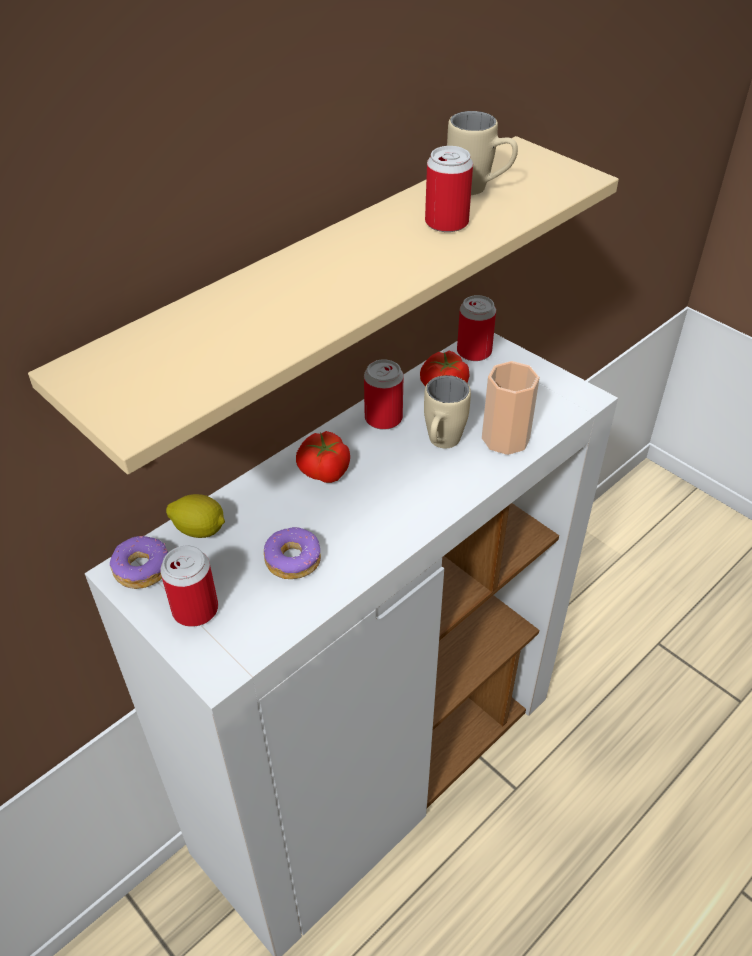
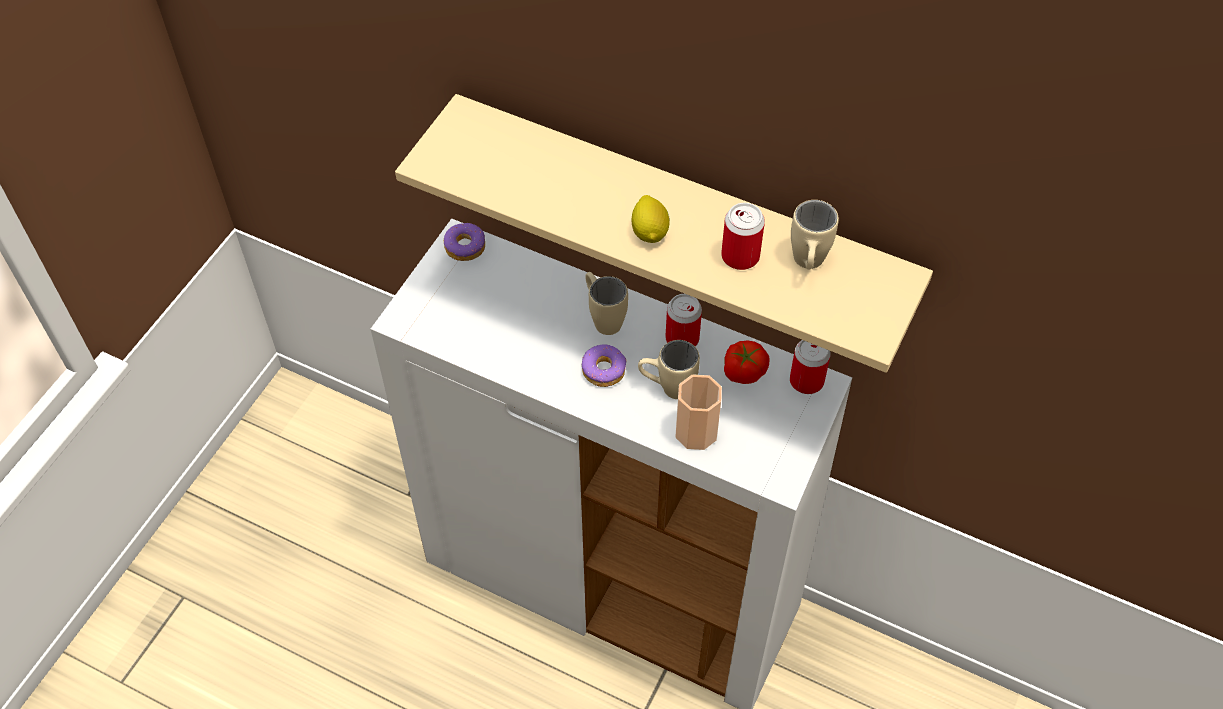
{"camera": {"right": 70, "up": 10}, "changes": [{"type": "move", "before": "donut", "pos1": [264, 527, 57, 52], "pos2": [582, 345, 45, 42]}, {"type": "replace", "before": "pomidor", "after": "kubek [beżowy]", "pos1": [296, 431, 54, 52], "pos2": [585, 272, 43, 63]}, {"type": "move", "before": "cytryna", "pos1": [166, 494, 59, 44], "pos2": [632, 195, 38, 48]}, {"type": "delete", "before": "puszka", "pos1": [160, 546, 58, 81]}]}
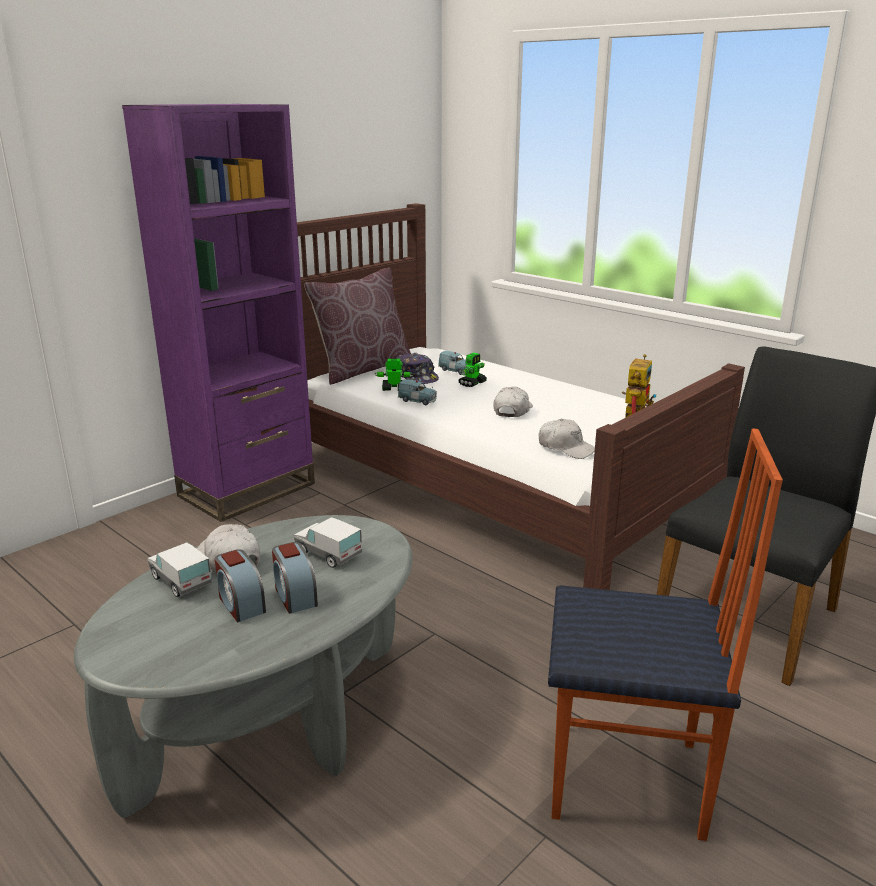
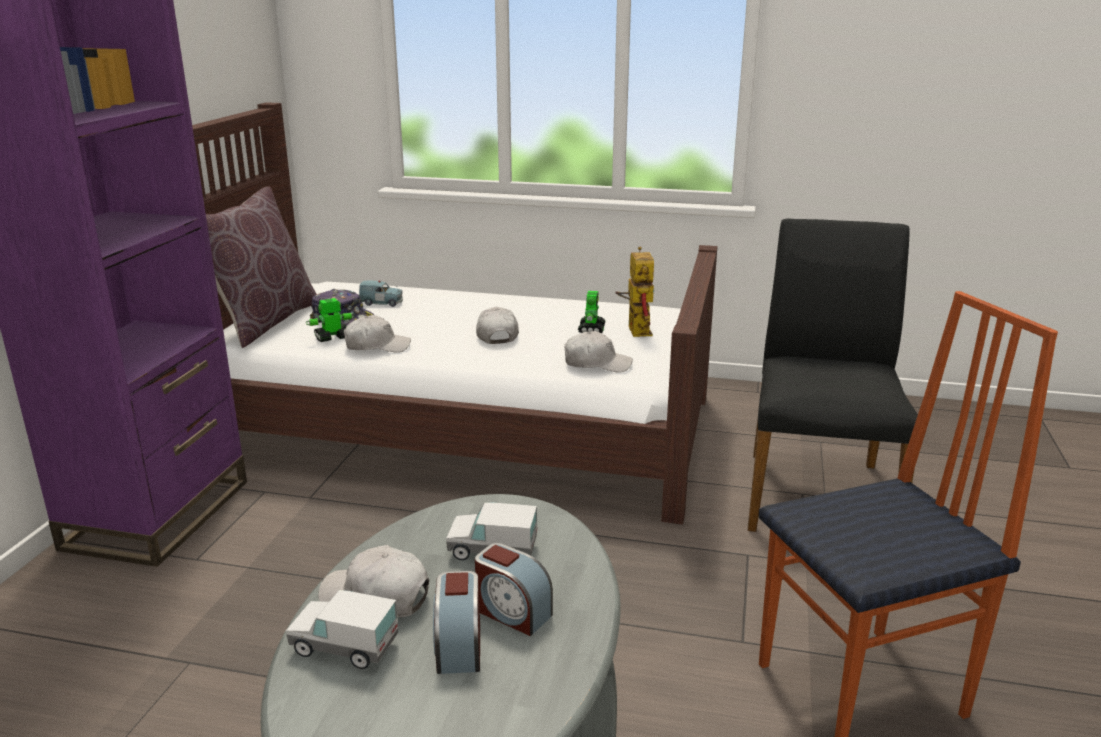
{"camera": {"right": -30, "up": 0}, "changes": [{"type": "replace", "before": "samochodzik [niebieski]", "after": "czapka z daszkiem [biały]", "pos1": [398, 379, 39, 27], "pos2": [344, 315, 67, 38]}, {"type": "rotate", "before": "budzik", "pos1": [215, 549, 51, 73], "pos2": [433, 571, 47, 103], "turn": 60}, {"type": "move", "before": "robot zabawkowy", "pos1": [458, 352, 29, 35], "pos2": [578, 291, 27, 42]}]}
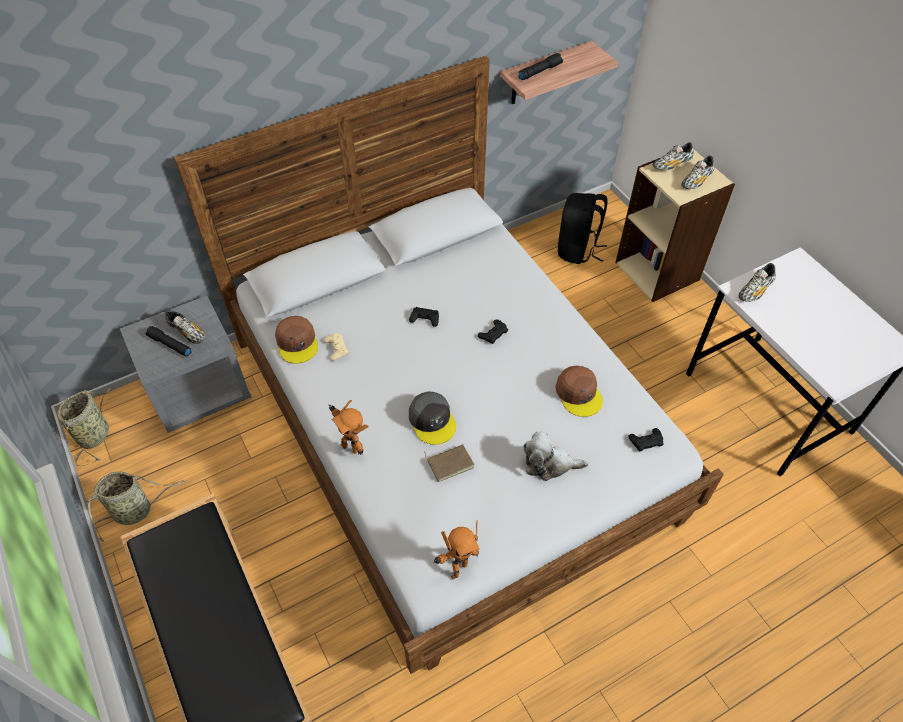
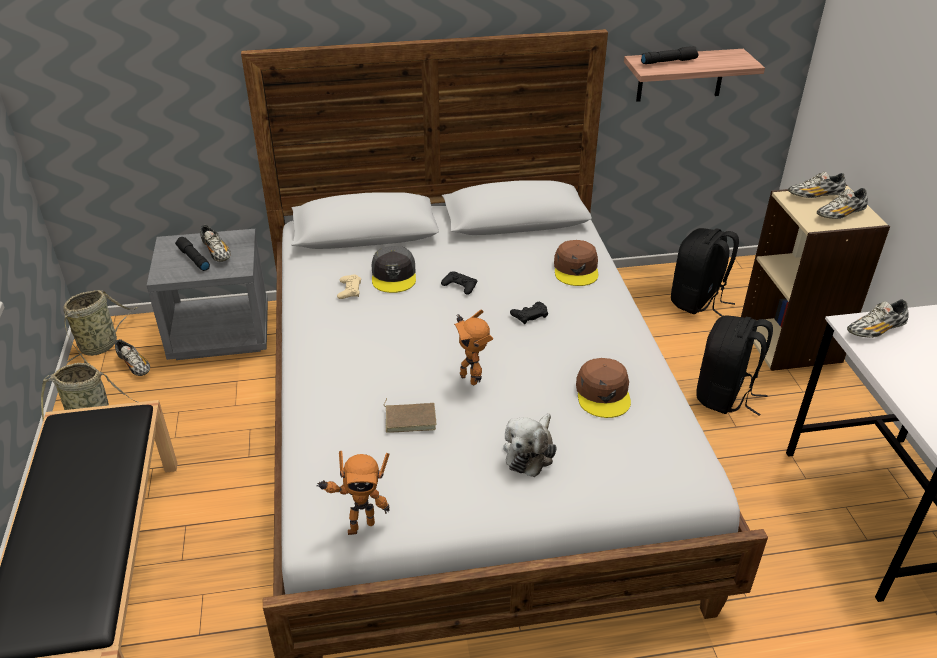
{"camera": {"right": 20, "up": -15}, "changes": [{"type": "insert", "after": "but", "pos2": [115, 339, 35, 37]}, {"type": "move", "before": "czapka z daszkiem [szary]", "pos1": [409, 391, 47, 54], "pos2": [372, 246, 44, 47]}, {"type": "move", "before": "robot zabawkowy", "pos1": [328, 400, 41, 55], "pos2": [454, 309, 39, 76]}, {"type": "rotate", "before": "pluszak", "pos1": [523, 432, 66, 49], "pos2": [503, 413, 54, 64], "turn": -90}, {"type": "move", "before": "czapka z daszkiem [brązowy]", "pos1": [275, 316, 43, 48], "pos2": [554, 240, 44, 46]}, {"type": "insert", "after": "plecak [czarny]", "pos2": [697, 315, 76, 100]}, {"type": "delete", "before": "pad do gier [czarny]", "pos1": [628, 428, 36, 24]}]}
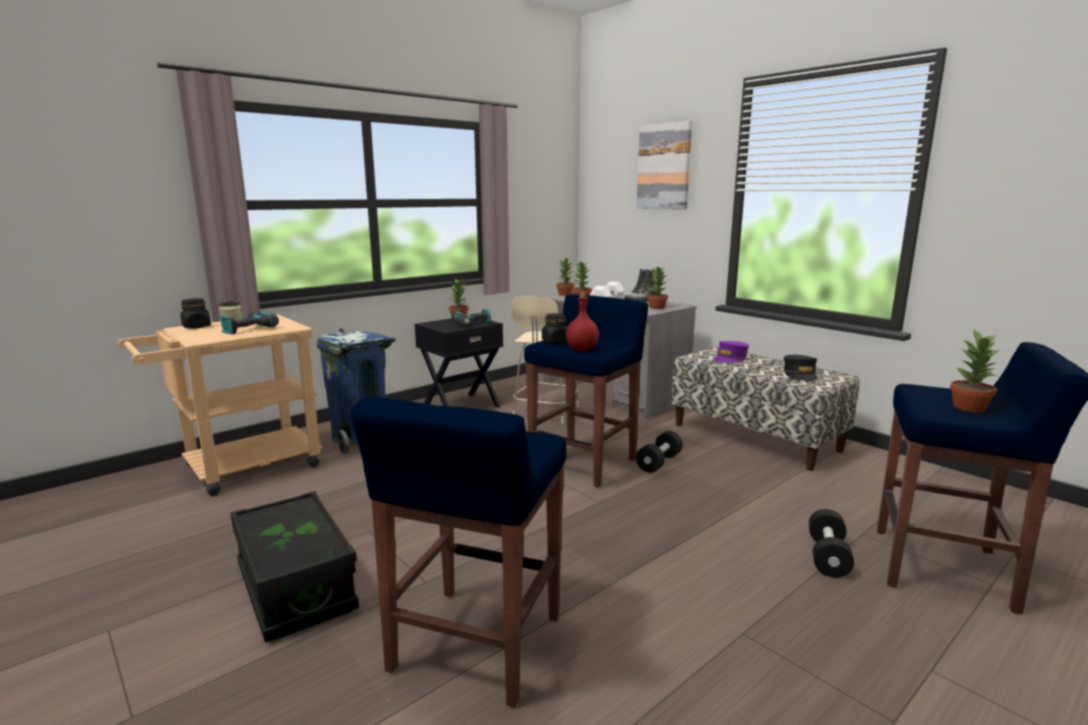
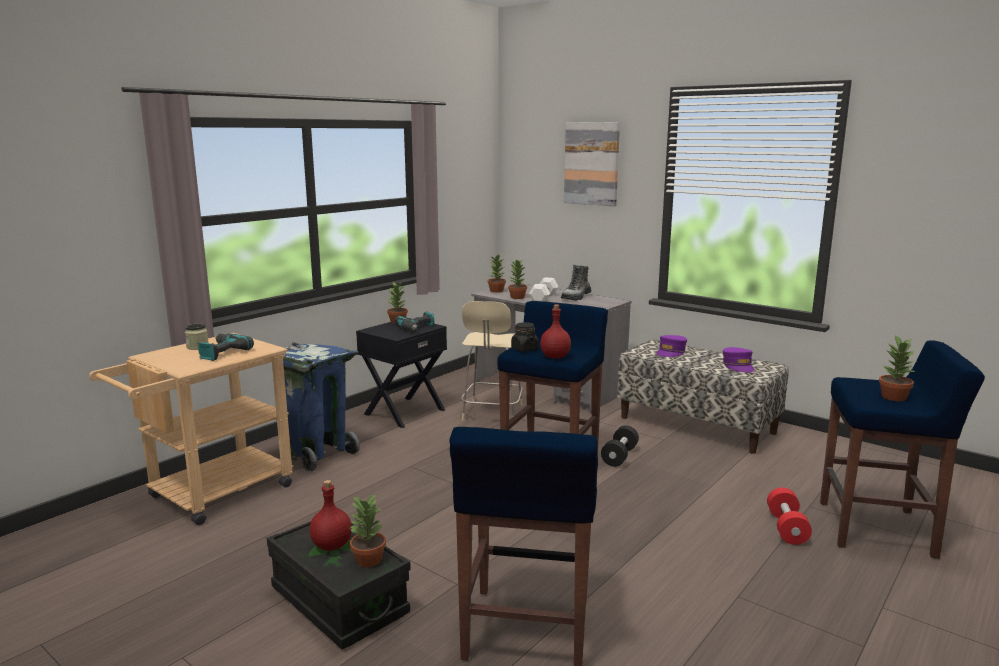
{"camera": {"right": -10, "up": 0}, "changes": [{"type": "insert", "after": "butelka [czerwony]", "pos2": [309, 480, 43, 71]}, {"type": "move", "before": "roślina doniczkowa", "pos1": [647, 266, 21, 43], "pos2": [350, 494, 36, 73]}, {"type": "recolor", "before": "czapka z daszkiem [czarny]", "after": "czapka z daszkiem [fioletowy]", "pos1": [784, 355, 34, 26], "pos2": [723, 347, 31, 25]}, {"type": "recolor", "before": "hantel [czarny]", "after": "hantel [czerwony]", "pos1": [809, 509, 45, 69], "pos2": [767, 488, 45, 57]}, {"type": "delete", "before": "słoik [czarny]", "pos1": [181, 298, 30, 31]}]}
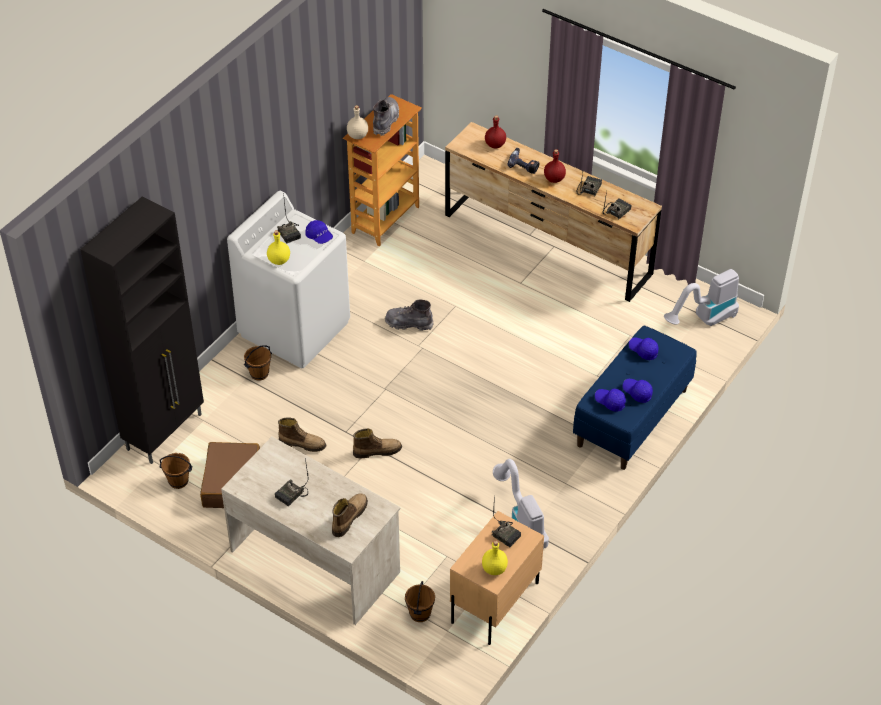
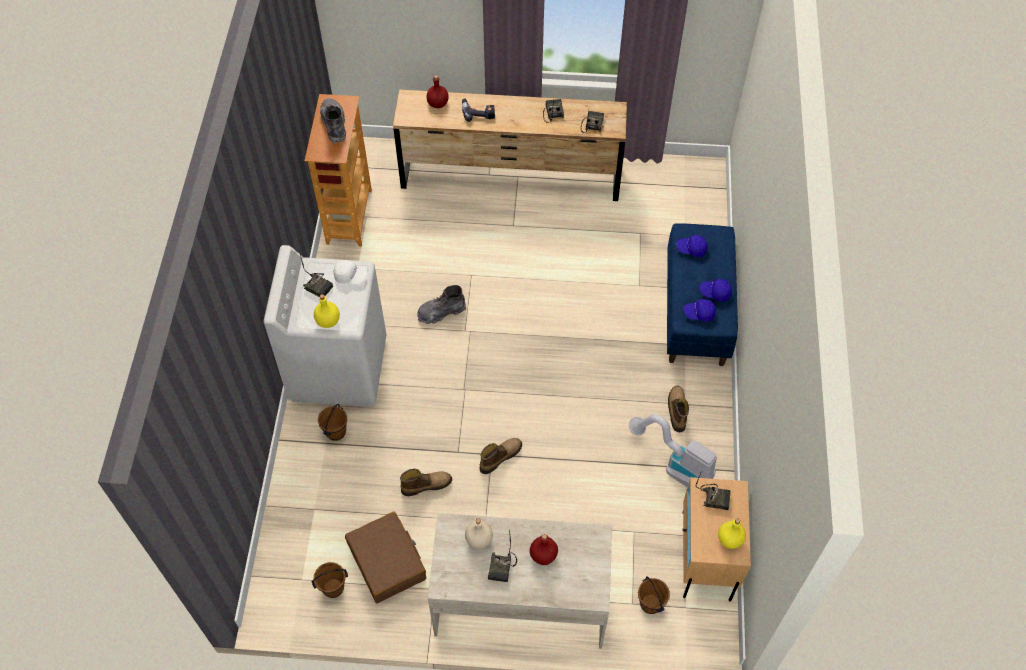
{"camera": {"right": -30, "up": 10}, "changes": [{"type": "recolor", "before": "czapka z daszkiem [niebieski]", "after": "czapka z daszkiem [biały]", "pos1": [305, 220, 28, 24], "pos2": [334, 260, 33, 25]}, {"type": "move", "before": "butelka [beżowy]", "pos1": [347, 105, 21, 34], "pos2": [465, 518, 28, 31]}, {"type": "move", "before": "butelka [czerwony]", "pos1": [544, 149, 22, 34], "pos2": [530, 534, 28, 31]}, {"type": "move", "before": "but z cholewką", "pos1": [332, 493, 36, 44], "pos2": [668, 386, 21, 47]}, {"type": "delete", "before": "szafka [czarny]", "pos1": [80, 196, 124, 268]}, {"type": "delete", "before": "odkurzacz", "pos1": [664, 269, 75, 57]}]}
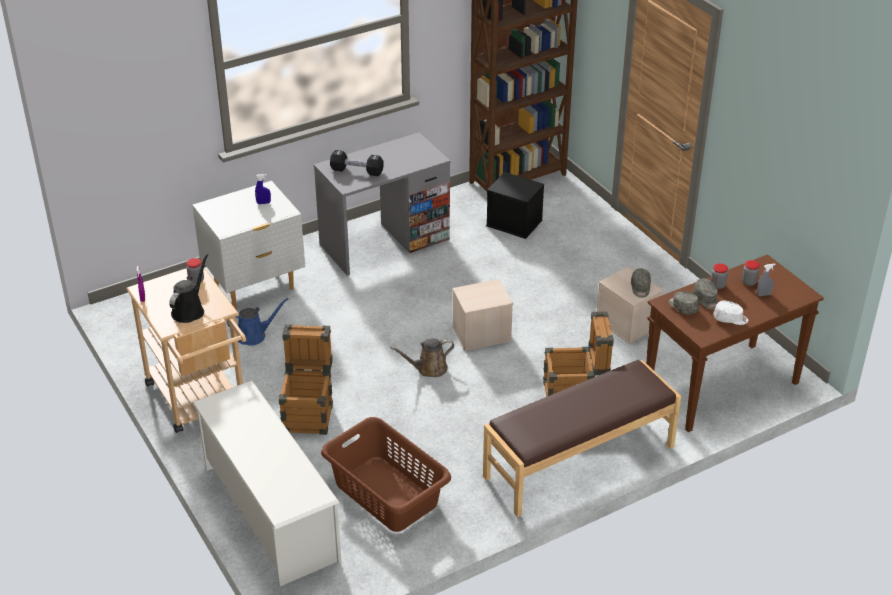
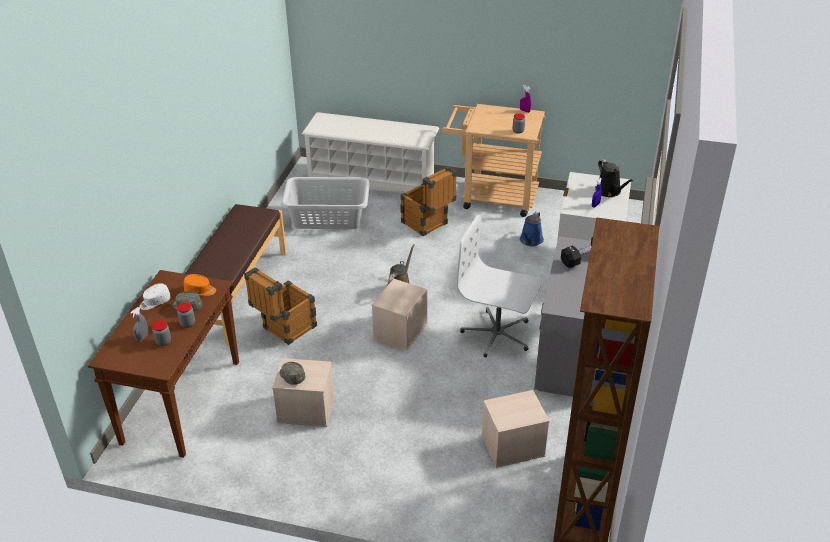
{"camera": {"right": 135, "up": 0}, "changes": [{"type": "recolor", "before": "czapka z daszkiem [szary]", "after": "czapka z daszkiem [pomarańczowy]", "pos1": [669, 291, 30, 23], "pos2": [184, 274, 32, 22]}, {"type": "recolor", "before": "kosz na pranie [brązowy]", "after": "kosz na pranie [szary]", "pos1": [321, 417, 130, 115], "pos2": [281, 177, 89, 52]}, {"type": "insert", "after": "krzesło biurowe [biały]", "pos2": [457, 214, 85, 143]}, {"type": "recolor", "before": "pojemnik do przechowywania [czarny]", "after": "pojemnik do przechowywania [beżowy]", "pos1": [486, 172, 58, 67], "pos2": [482, 390, 68, 78]}, {"type": "move", "before": "konewka [czarny]", "pos1": [169, 254, 39, 69], "pos2": [595, 159, 38, 38]}]}
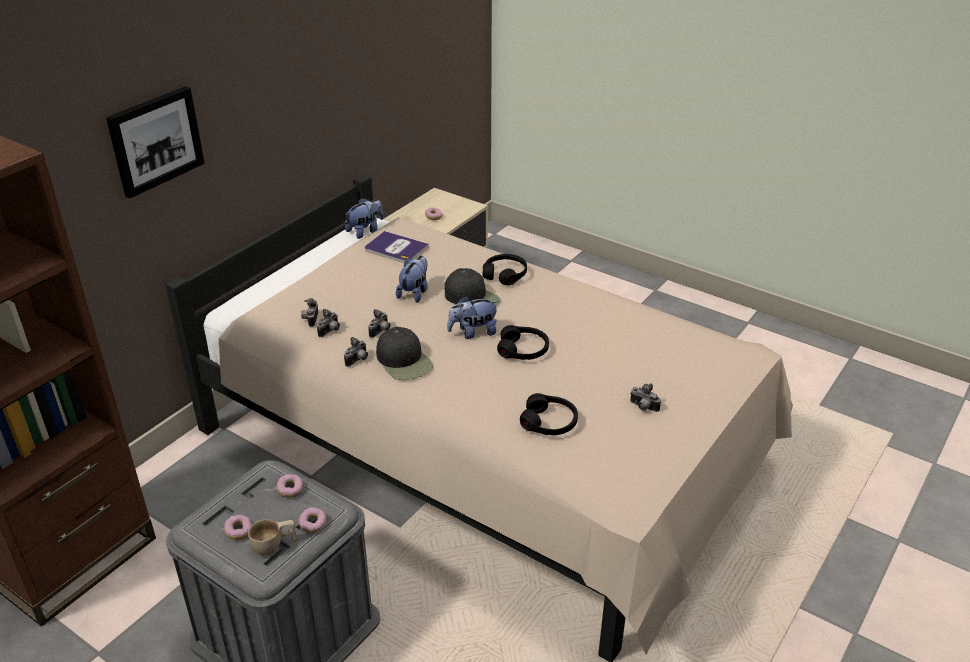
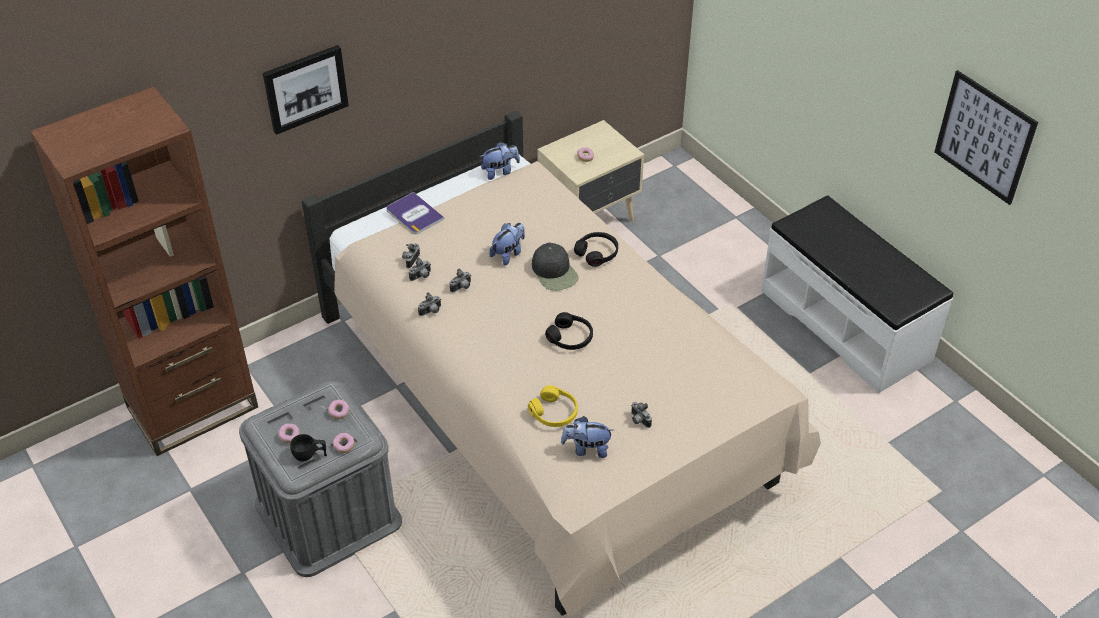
{"camera": {"right": 20, "up": 10}, "changes": [{"type": "recolor", "before": "filiżanka [beżowy]", "after": "filiżanka [czarny]", "pos1": [248, 519, 49, 37], "pos2": [290, 434, 37, 28]}, {"type": "move", "before": "książka", "pos1": [365, 231, 64, 32], "pos2": [386, 192, 58, 42]}, {"type": "recolor", "before": "słuchawki [czarny]", "after": "słuchawki [żółty]", "pos1": [520, 393, 58, 42], "pos2": [528, 385, 50, 42]}, {"type": "move", "before": "pluszak", "pos1": [447, 295, 52, 44], "pos2": [561, 416, 53, 42]}, {"type": "insert", "after": "ławka [biały]", "pos2": [761, 195, 192, 198]}, {"type": "insert", "after": "obraz", "pos2": [934, 70, 104, 135]}, {"type": "delete", "before": "czapka z daszkiem [czarny]", "pos1": [376, 327, 57, 53]}]}
